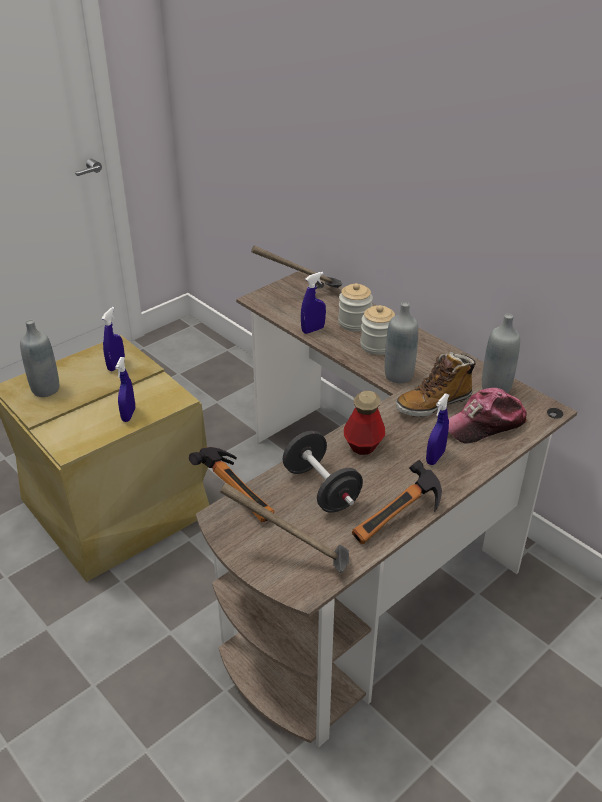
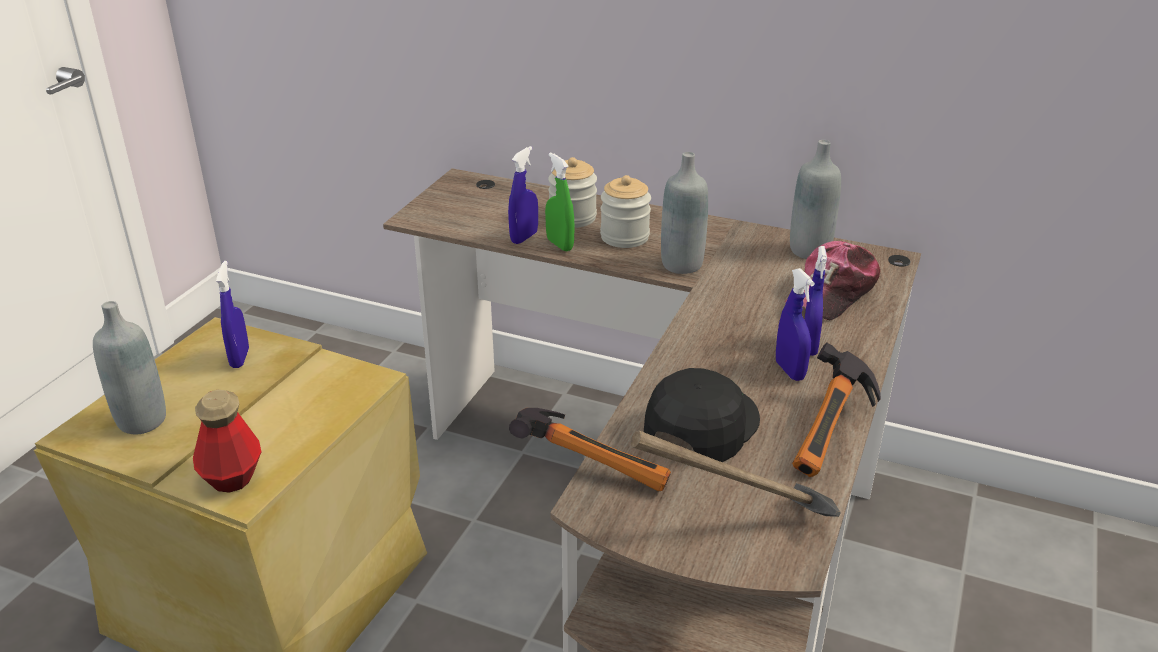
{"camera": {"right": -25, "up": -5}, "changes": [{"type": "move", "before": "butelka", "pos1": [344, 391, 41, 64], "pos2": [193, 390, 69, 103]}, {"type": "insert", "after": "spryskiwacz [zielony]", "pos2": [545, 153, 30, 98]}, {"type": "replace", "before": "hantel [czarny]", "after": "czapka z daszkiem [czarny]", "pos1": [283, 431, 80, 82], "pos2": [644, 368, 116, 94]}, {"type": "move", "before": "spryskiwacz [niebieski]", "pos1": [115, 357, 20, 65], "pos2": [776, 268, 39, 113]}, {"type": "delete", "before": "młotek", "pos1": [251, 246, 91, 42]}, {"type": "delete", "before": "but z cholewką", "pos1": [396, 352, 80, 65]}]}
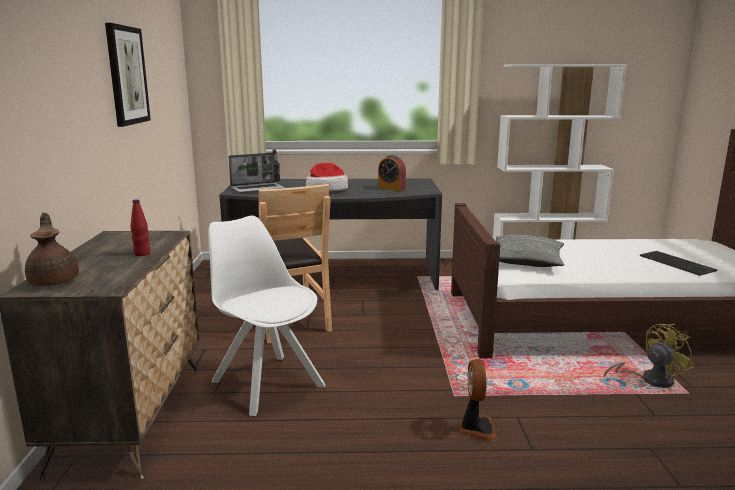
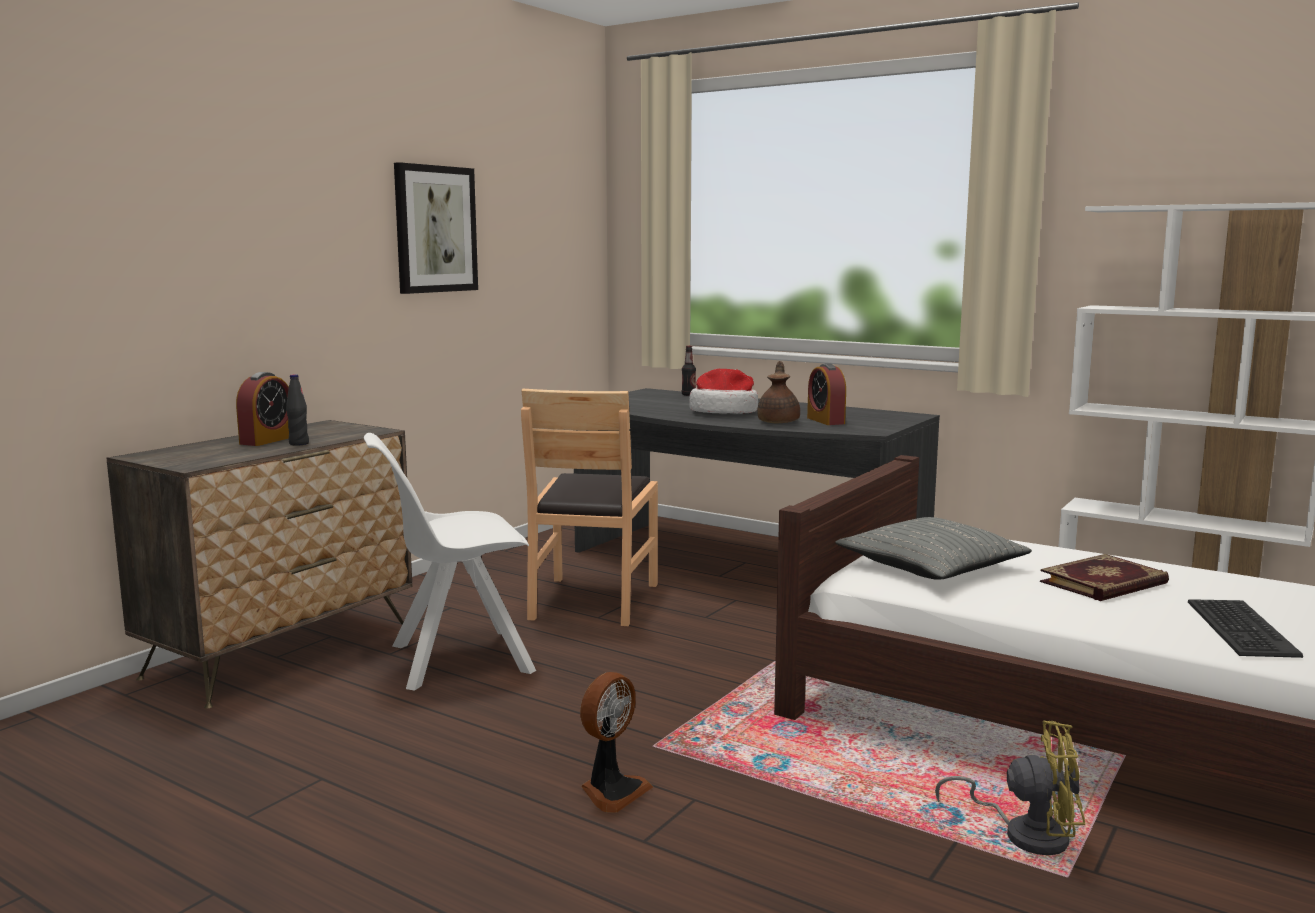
{"camera": {"right": 35, "up": -5}, "changes": [{"type": "insert", "after": "budzik", "pos2": [236, 372, 53, 74]}, {"type": "recolor", "before": "butelka [czerwony]", "after": "butelka [czarny]", "pos1": [130, 199, 20, 57], "pos2": [286, 374, 23, 72]}, {"type": "rotate", "before": "krzesło [biały]", "pos1": [208, 216, 117, 200], "pos2": [364, 433, 172, 258], "turn": -105}, {"type": "move", "before": "imbryk [brązowy]", "pos1": [25, 213, 54, 73], "pos2": [757, 361, 43, 62]}, {"type": "insert", "after": "książka", "pos2": [1040, 554, 129, 47]}, {"type": "delete", "before": "laptop", "pos1": [228, 153, 57, 40]}]}
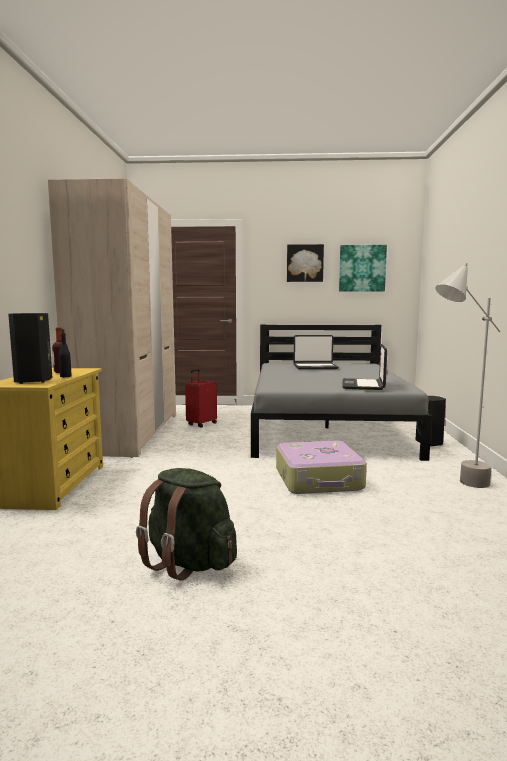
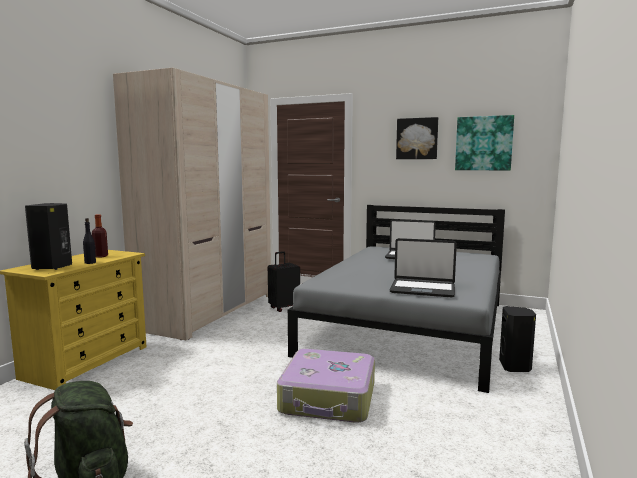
{"camera": {"right": 20, "up": 0}, "changes": [{"type": "recolor", "before": "walizka [czerwony]", "after": "walizka [czarny]", "pos1": [185, 369, 32, 58], "pos2": [268, 251, 32, 61]}, {"type": "rotate", "before": "laptop", "pos1": [342, 344, 45, 46], "pos2": [389, 238, 68, 59], "turn": -105}, {"type": "delete", "before": "lampa stojąca [szary]", "pos1": [436, 263, 64, 225]}]}
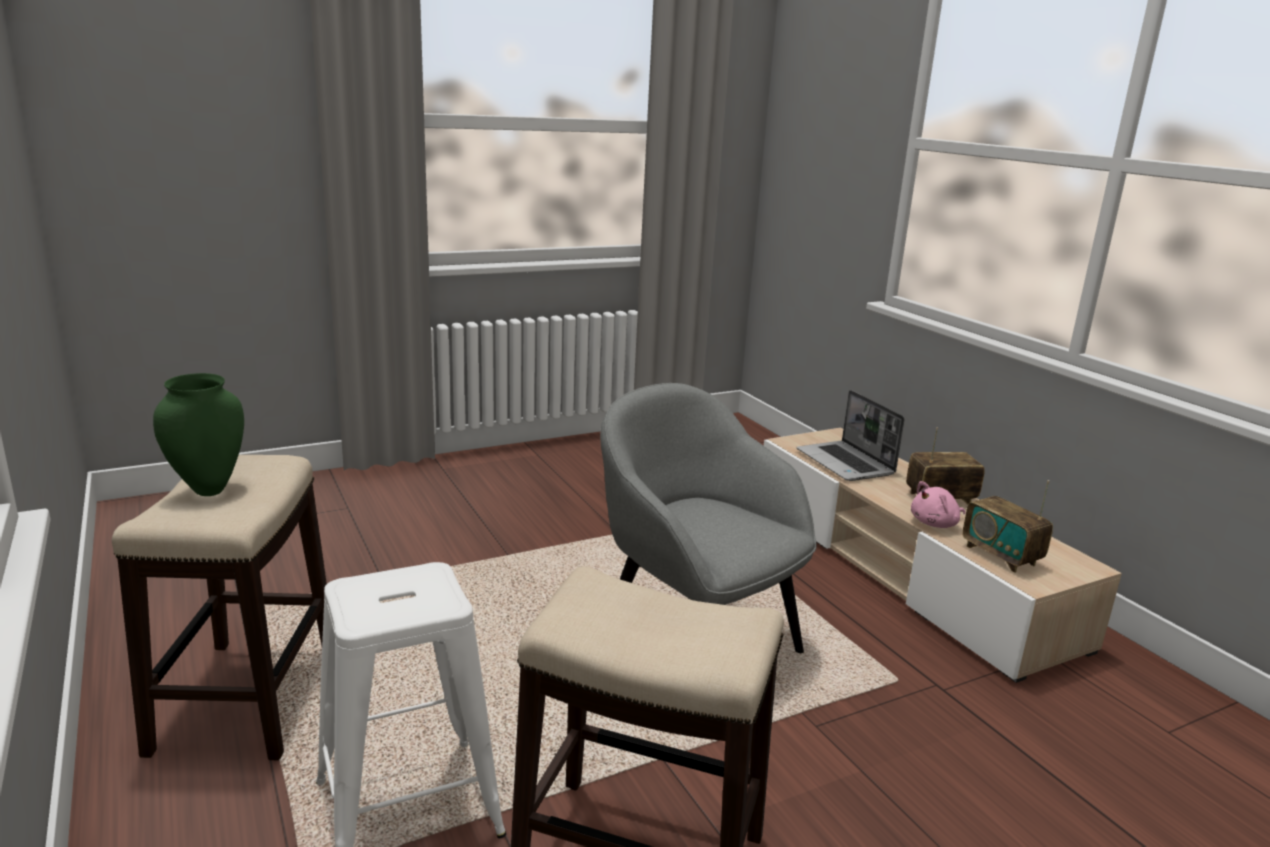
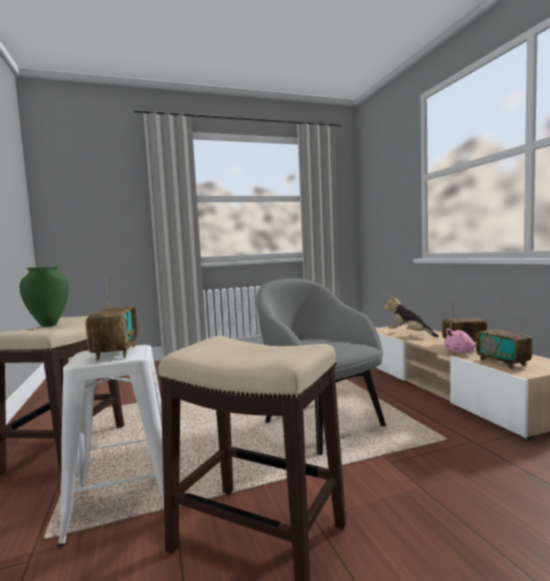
{"camera": {"right": 10, "up": -15}, "changes": [{"type": "insert", "after": "radio", "pos2": [86, 276, 52, 85]}, {"type": "replace", "before": "laptop", "after": "pluszak", "pos1": [796, 390, 109, 91], "pos2": [384, 296, 55, 41]}]}
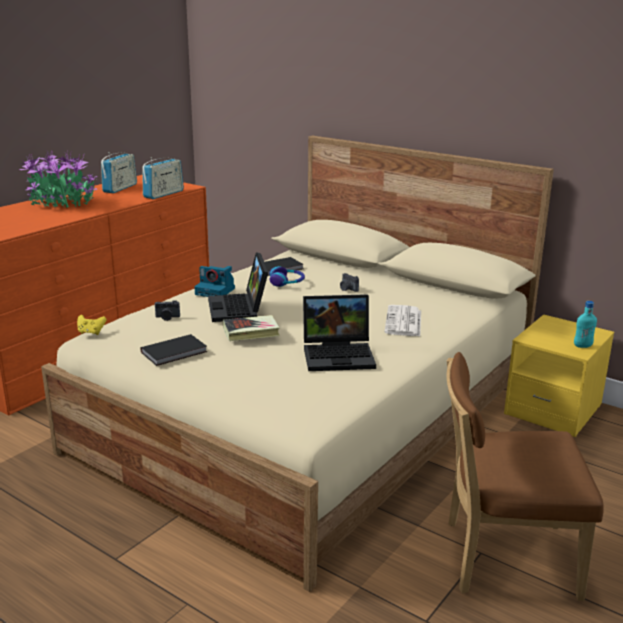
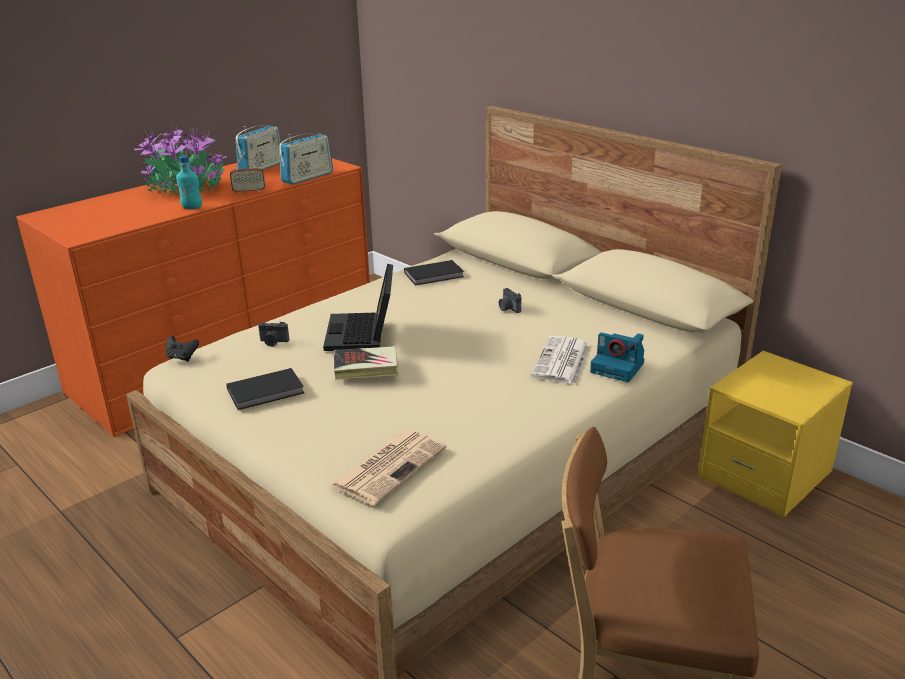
{"camera": {"right": 10, "up": 5}, "changes": [{"type": "recolor", "before": "pad do gier [żółty]", "after": "pad do gier [czarny]", "pos1": [77, 315, 29, 20], "pos2": [166, 336, 33, 26]}, {"type": "move", "before": "butelka [turkusowy]", "pos1": [574, 301, 23, 47], "pos2": [176, 155, 26, 54]}, {"type": "insert", "after": "radio", "pos2": [230, 152, 35, 42]}, {"type": "insert", "after": "gazeta", "pos2": [330, 429, 117, 76]}, {"type": "move", "before": "aparat fotograficzny", "pos1": [194, 266, 41, 31], "pos2": [590, 333, 54, 49]}, {"type": "delete", "before": "słuchawki", "pos1": [269, 266, 36, 21]}, {"type": "delete", "before": "laptop", "pos1": [303, 294, 73, 77]}]}
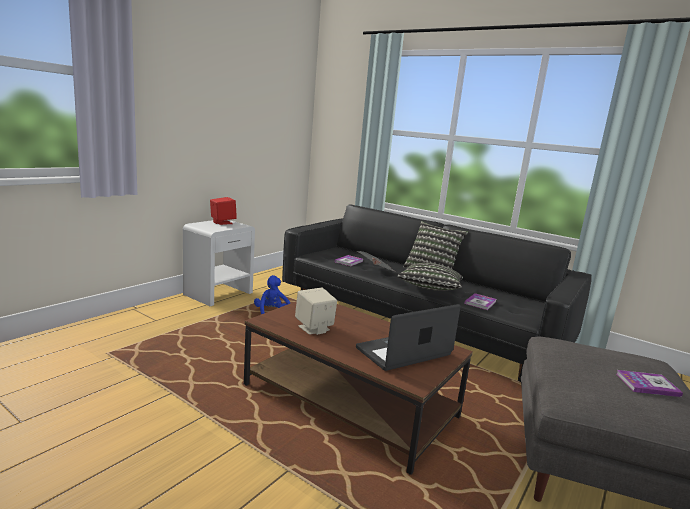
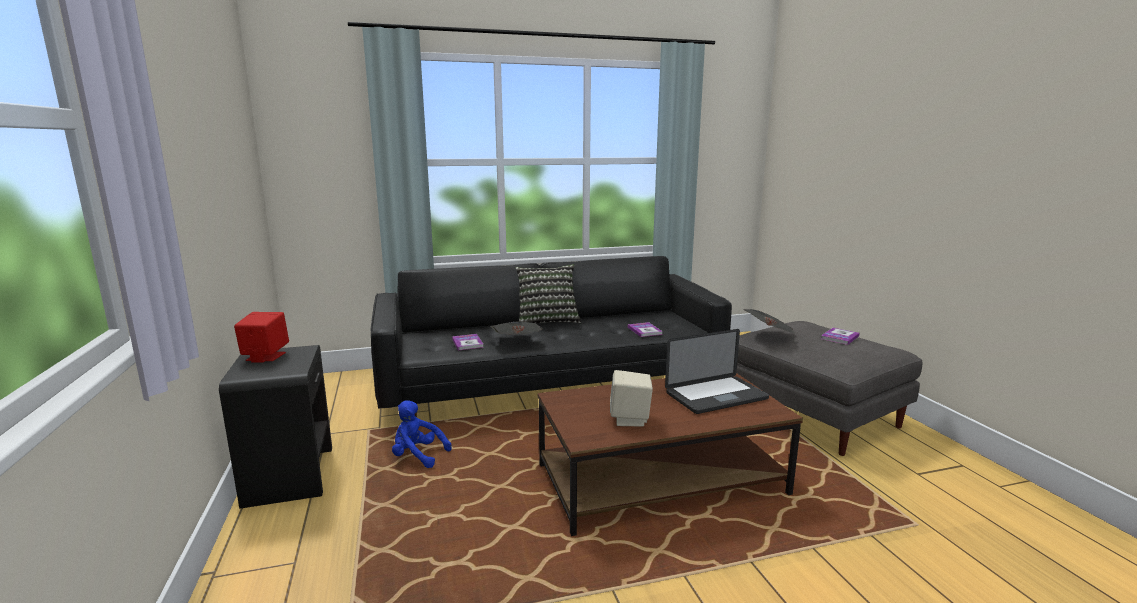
{"camera": {"right": -50, "up": 0}, "changes": [{"type": "recolor", "before": "szafka nocna [biały]", "after": "szafka nocna [czarny]", "pos1": [183, 220, 72, 86], "pos2": [219, 345, 113, 164]}, {"type": "rotate", "before": "laptop", "pos1": [356, 304, 105, 67], "pos2": [665, 329, 104, 85], "turn": -120}, {"type": "insert", "after": "gazeta", "pos2": [743, 309, 53, 24]}, {"type": "delete", "before": "poduszka", "pos1": [397, 263, 66, 28]}]}
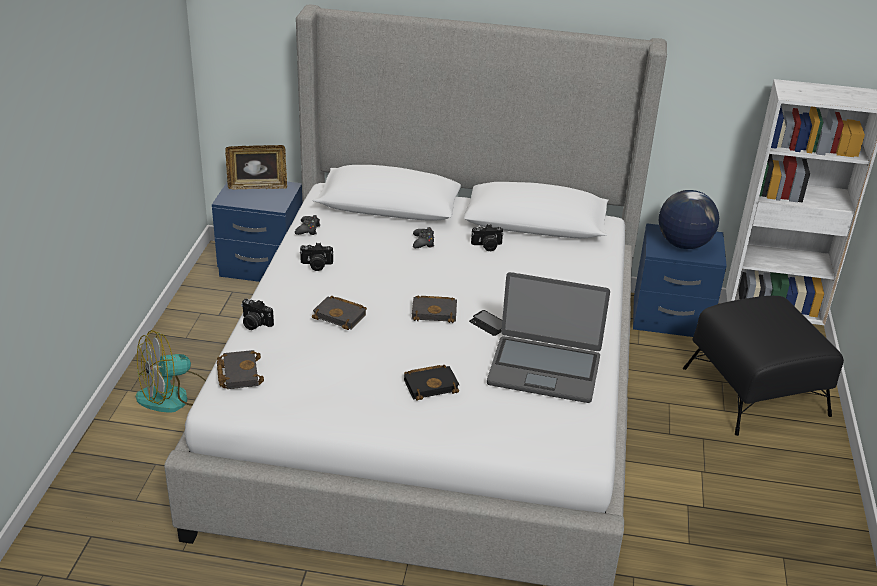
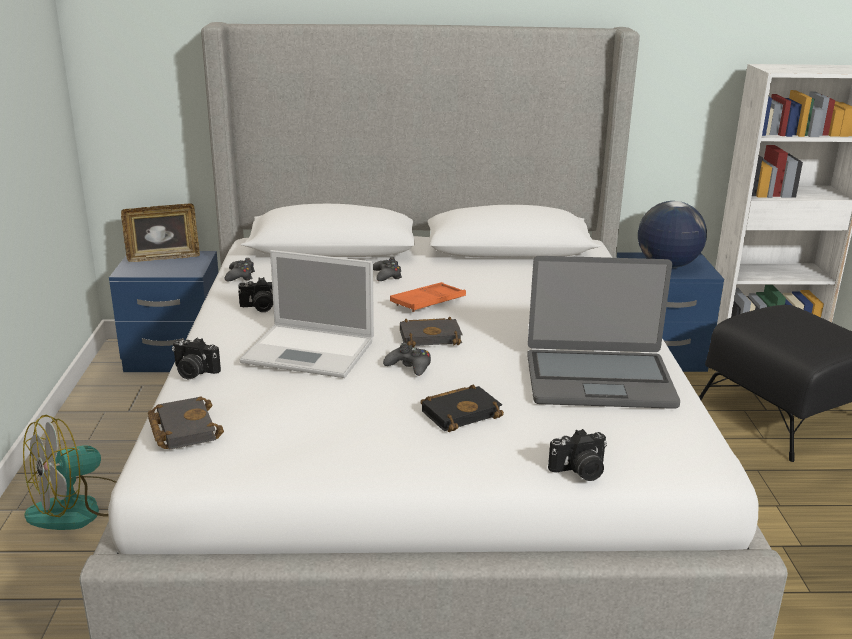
{"camera": {"right": -10, "up": -10}, "changes": [{"type": "replace", "before": "książka [czarny]", "after": "laptop", "pos1": [312, 296, 55, 34], "pos2": [239, 250, 135, 128]}, {"type": "insert", "after": "pad do gier [czarny]", "pos2": [383, 342, 48, 34]}, {"type": "insert", "after": "taca [pomarańczowy]", "pos2": [390, 282, 76, 30]}, {"type": "move", "before": "aparat fotograficzny", "pos1": [471, 224, 32, 27], "pos2": [548, 429, 59, 52]}, {"type": "delete", "before": "telefon", "pos1": [469, 310, 33, 26]}]}
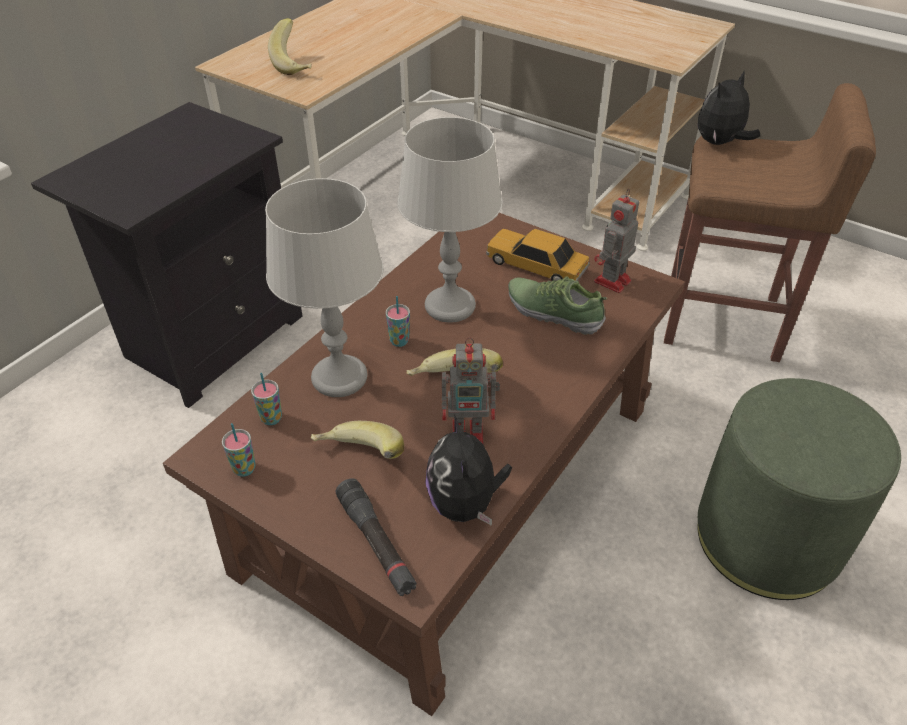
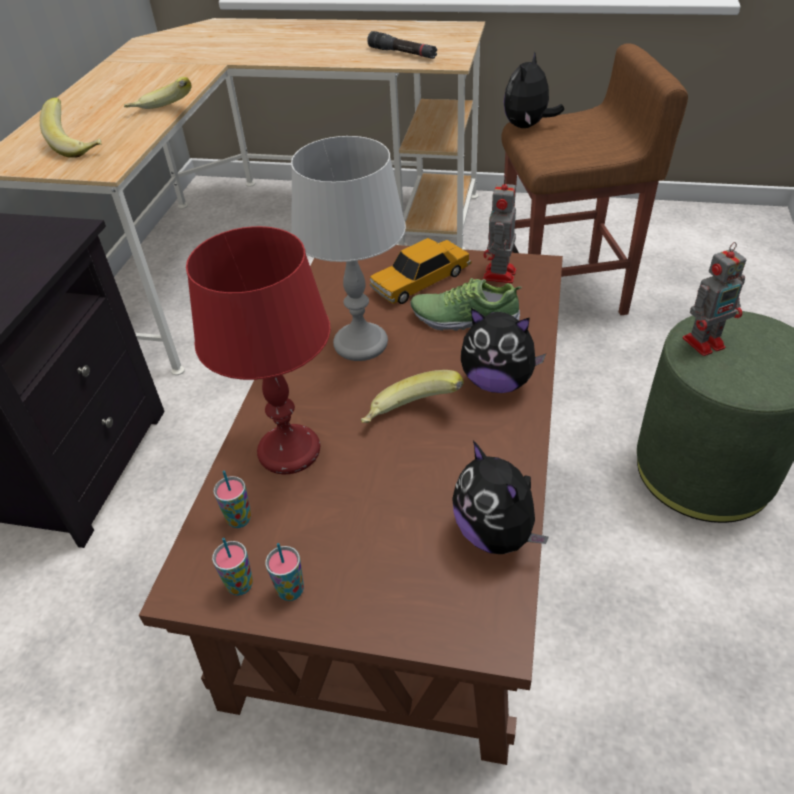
{"camera": {"right": -20, "up": 0}, "changes": [{"type": "move", "before": "banan", "pos1": [311, 421, 93, 38], "pos2": [124, 77, 68, 32]}, {"type": "recolor", "before": "lampa stołowa [szary]", "after": "lampa stołowa [czerwony]", "pos1": [265, 178, 118, 219], "pos2": [186, 226, 145, 248]}, {"type": "move", "before": "filiżanka", "pos1": [386, 296, 24, 51], "pos2": [265, 543, 39, 58]}, {"type": "move", "before": "latarka [czarny]", "pos1": [335, 478, 82, 118], "pos2": [367, 31, 70, 28]}, {"type": "rotate", "before": "samochodzik", "pos1": [486, 229, 104, 52], "pos2": [370, 238, 101, 66], "turn": -45}, {"type": "insert", "after": "pluszak", "pos2": [461, 308, 85, 85]}, {"type": "move", "before": "robot zabawkowy", "pos1": [442, 337, 58, 108], "pos2": [683, 242, 63, 114]}]}
